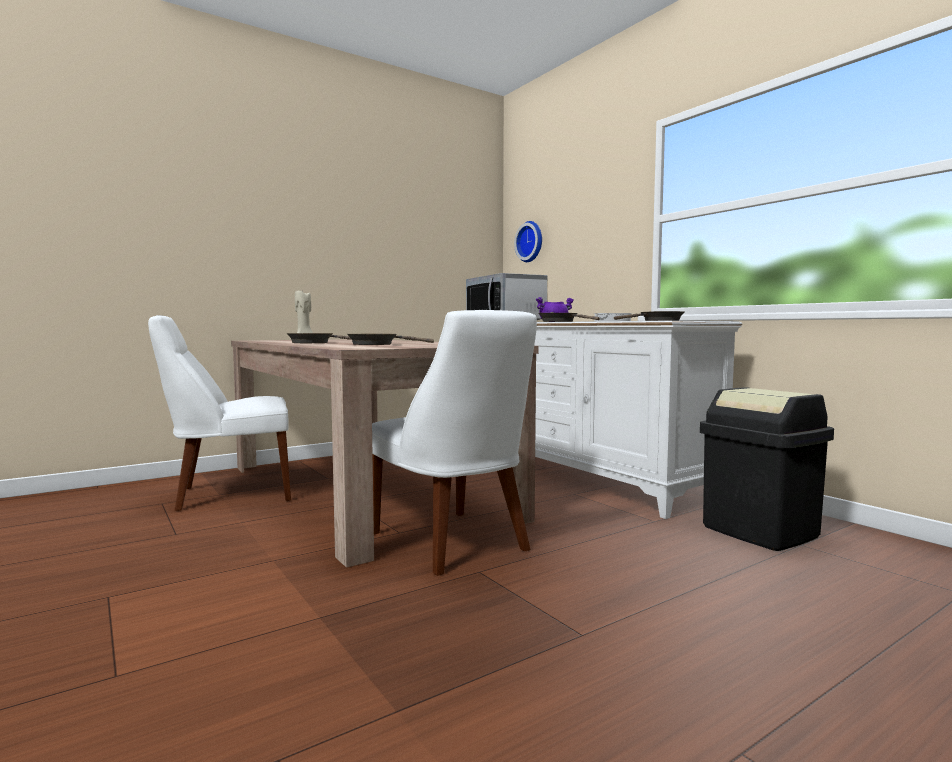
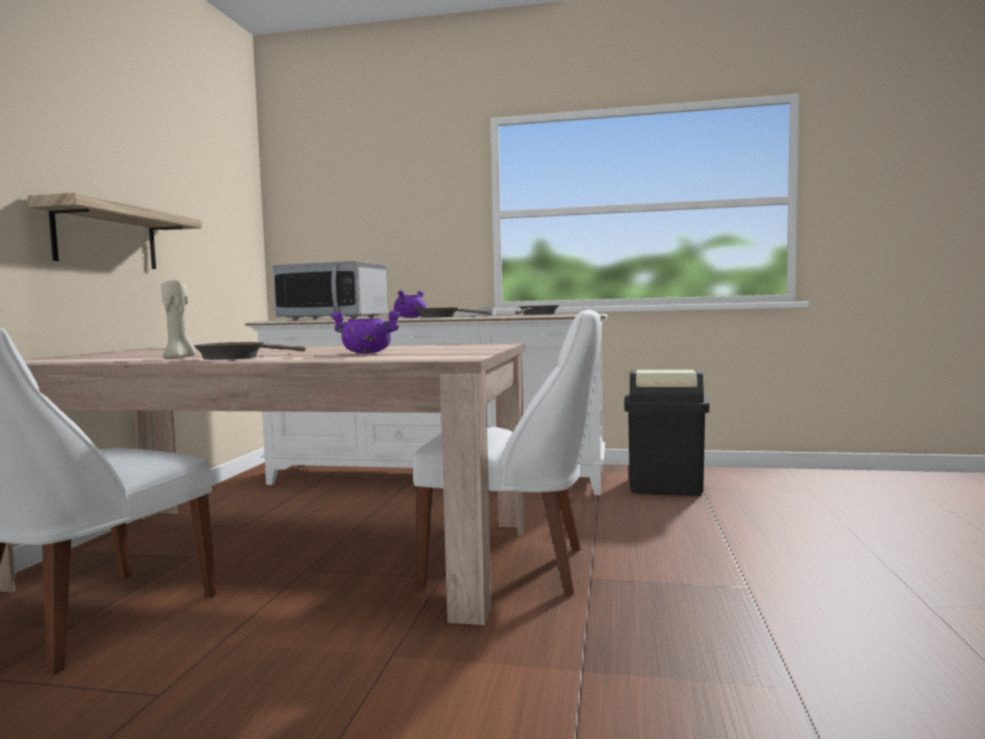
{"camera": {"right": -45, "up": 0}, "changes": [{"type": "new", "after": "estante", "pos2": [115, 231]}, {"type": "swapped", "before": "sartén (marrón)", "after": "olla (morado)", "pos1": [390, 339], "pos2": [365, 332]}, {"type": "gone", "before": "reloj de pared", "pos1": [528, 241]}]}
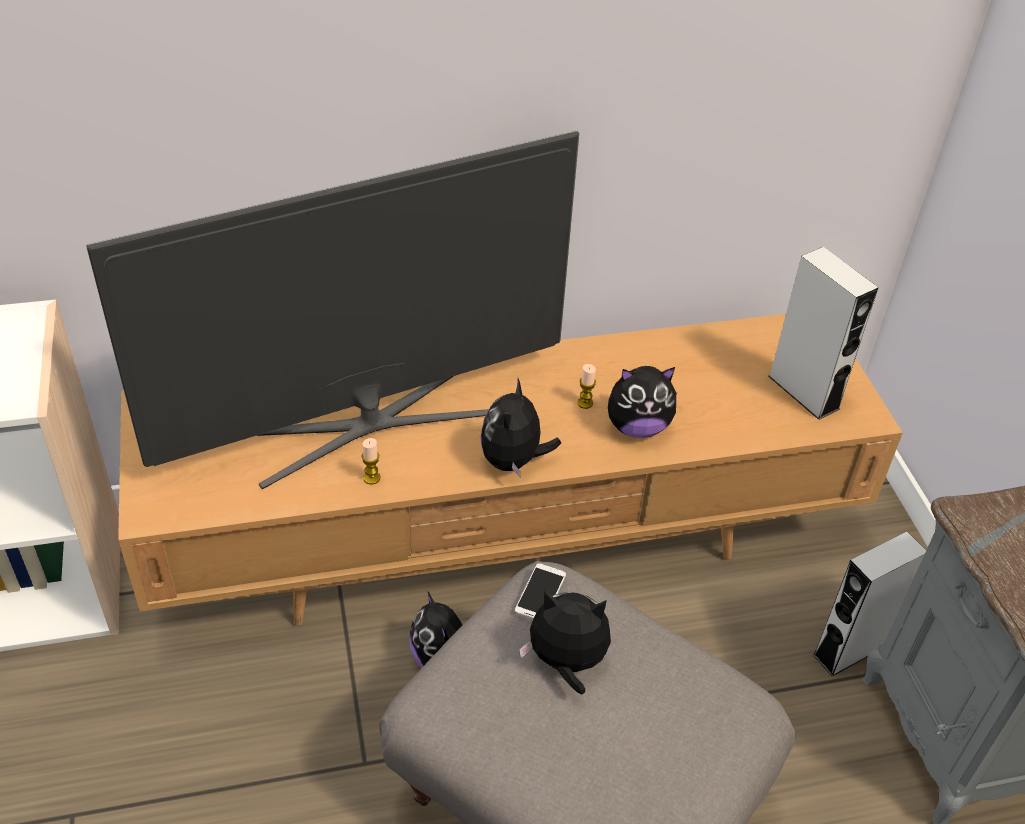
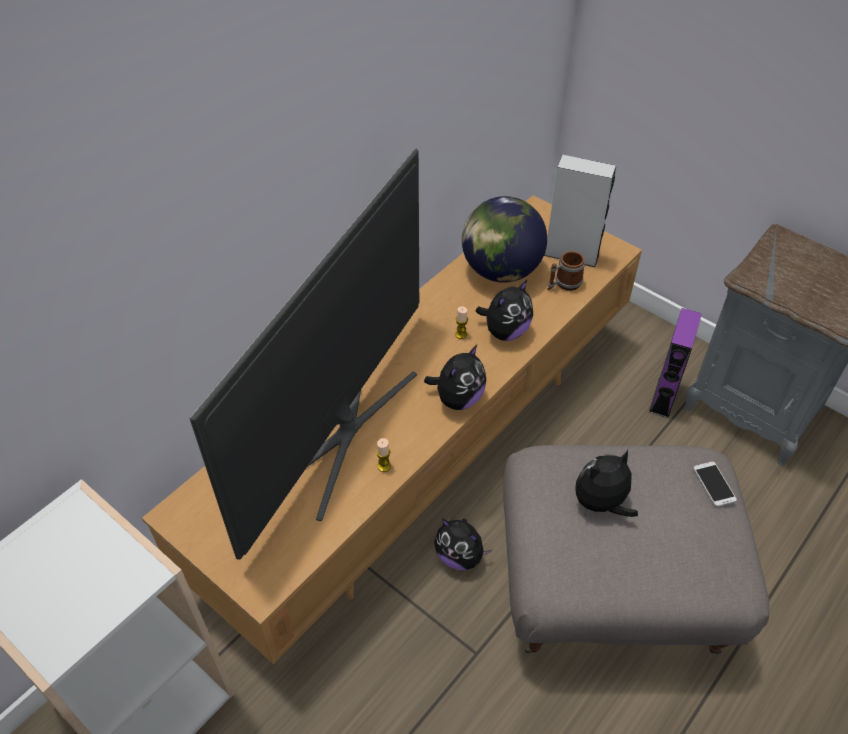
{"camera": {"right": -35, "up": 5}, "changes": [{"type": "rotated", "before": "peluche", "pos1": [520, 427], "pos2": [455, 377], "turn": -120}, {"type": "new", "after": "globo terráqueo", "pos2": [504, 239]}, {"type": "new", "after": "taza grande", "pos2": [566, 271]}, {"type": "repainted", "before": "altavoz (gris)", "after": "altavoz (morado)", "pos1": [869, 603], "pos2": [675, 363]}, {"type": "shifted", "before": "móvil", "pos1": [540, 591], "pos2": [715, 484]}]}
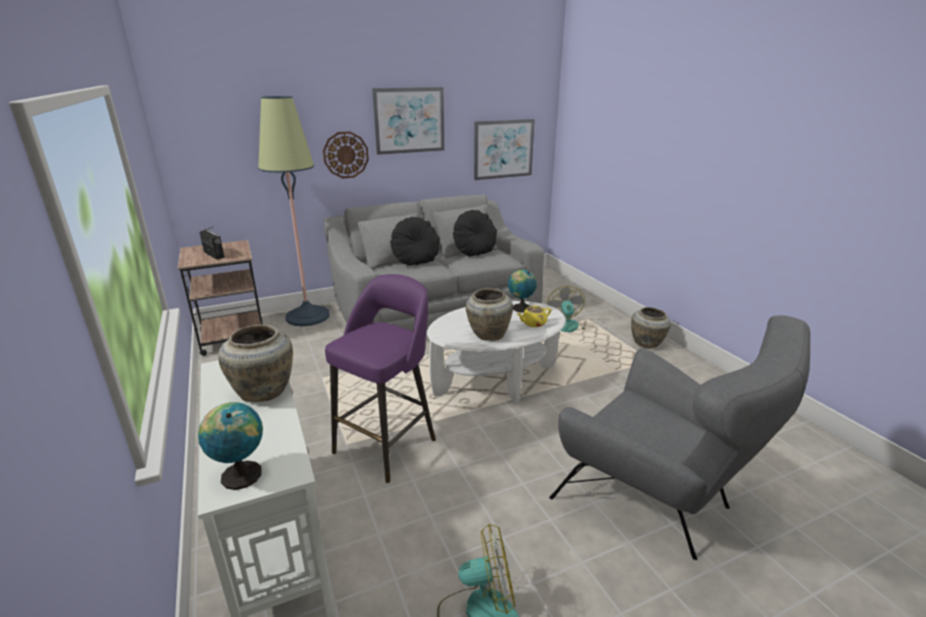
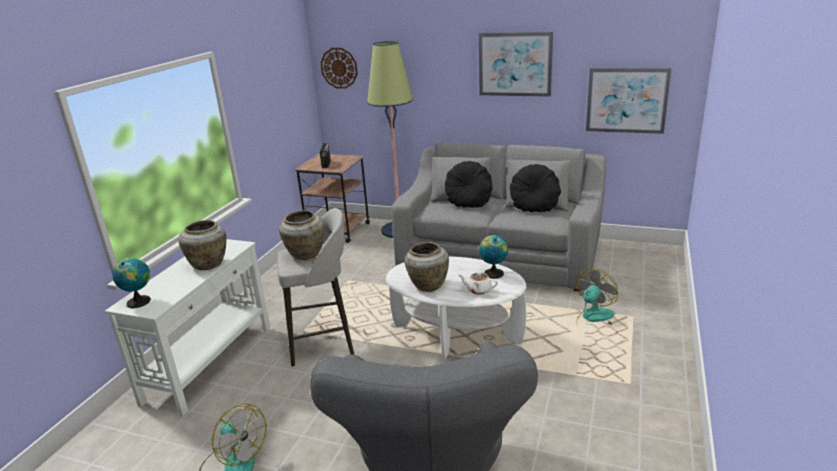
{"camera": {"right": 45, "up": 0}, "changes": [{"type": "repainted", "before": "taburete (morado)", "after": "taburete (gris)", "pos1": [380, 378], "pos2": [315, 287]}, {"type": "shifted", "before": "florero (beis)", "pos1": [651, 328], "pos2": [302, 235]}, {"type": "shifted", "before": "reloj de pared", "pos1": [346, 154], "pos2": [339, 68]}, {"type": "repainted", "before": "tetera (amarillo)", "after": "tetera (blanco)", "pos1": [533, 316], "pos2": [478, 283]}]}
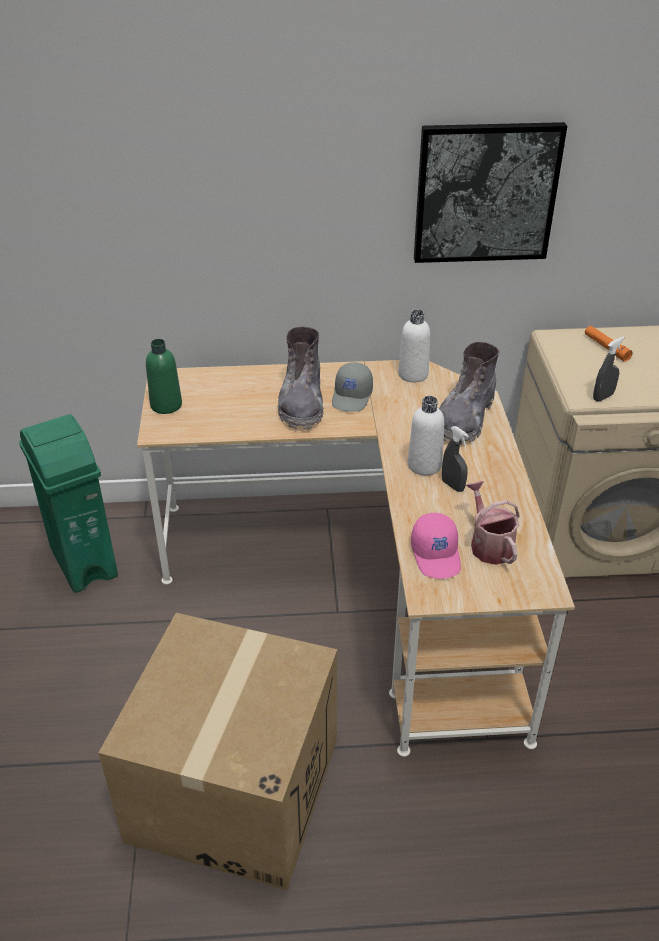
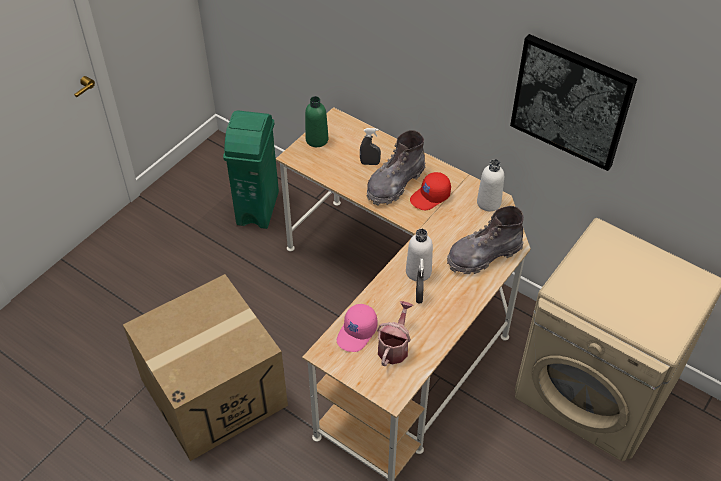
{"camera": {"right": 40, "up": 10}, "changes": [{"type": "shifted", "before": "pulverizador (gris)", "pos1": [609, 369], "pos2": [370, 146]}, {"type": "repainted", "before": "gorra (gris)", "after": "gorra (rojo)", "pos1": [352, 387], "pos2": [430, 191]}, {"type": "gone", "before": "linterna (naranja)", "pos1": [609, 344]}]}
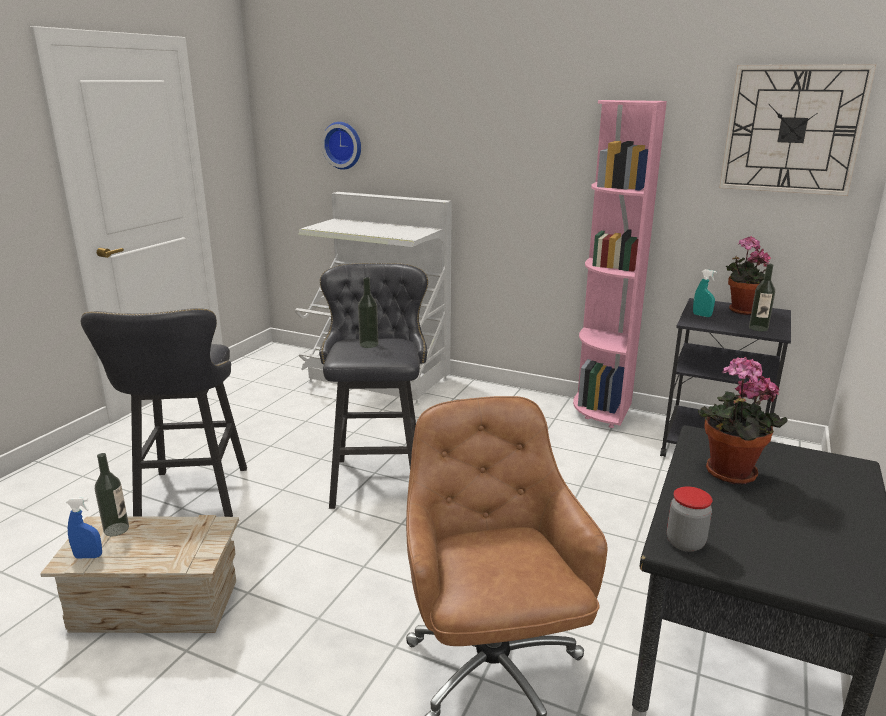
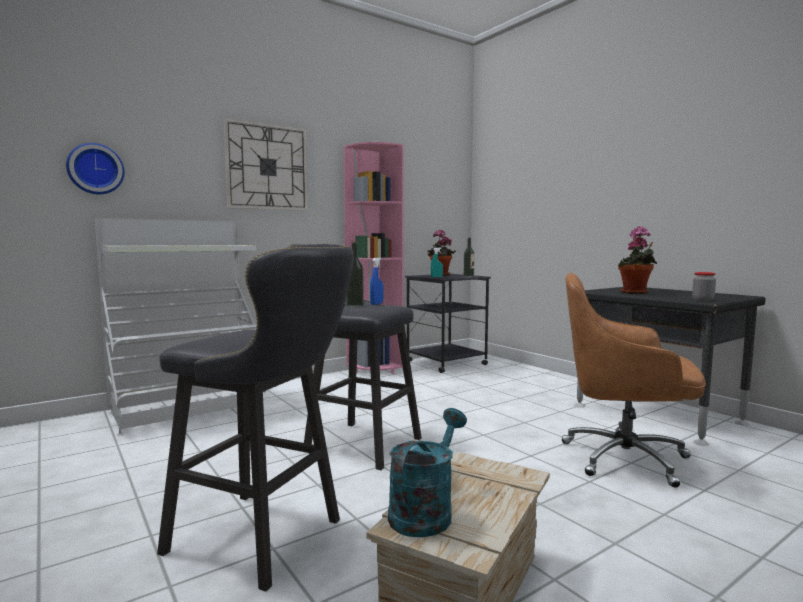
{"camera": {"right": -60, "up": -15}, "changes": [{"type": "shifted", "before": "reloj de pared", "pos1": [797, 130], "pos2": [266, 164]}, {"type": "shifted", "before": "pulverizador (azul)", "pos1": [84, 528], "pos2": [377, 281]}, {"type": "swapped", "before": "botella", "after": "regadera (turquesa)", "pos1": [112, 494], "pos2": [427, 472]}]}
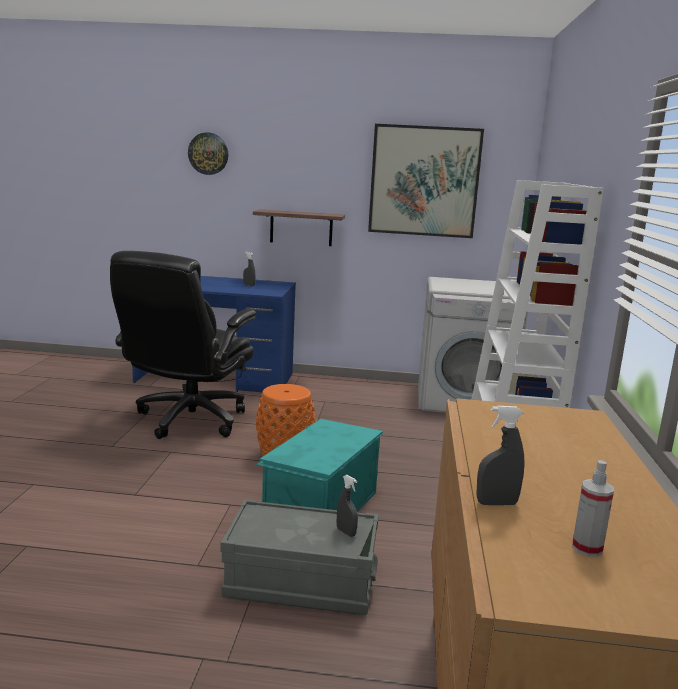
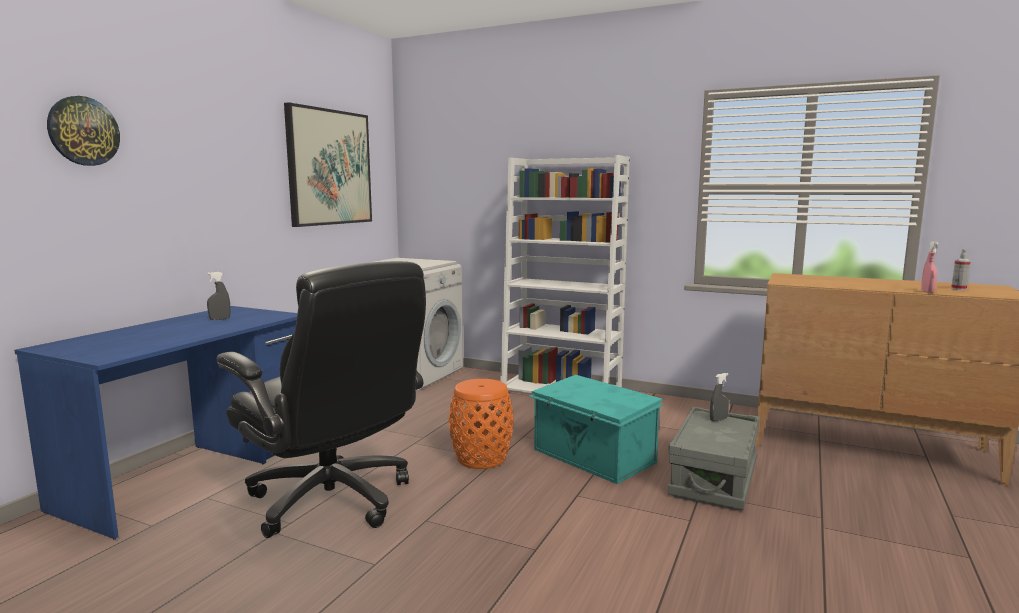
{"camera": {"right": -70, "up": -5}, "changes": [{"type": "repainted", "before": "pulverizador (gris)", "after": "pulverizador (rosa)", "pos1": [500, 456], "pos2": [929, 267]}, {"type": "gone", "before": "estante", "pos1": [299, 227]}]}
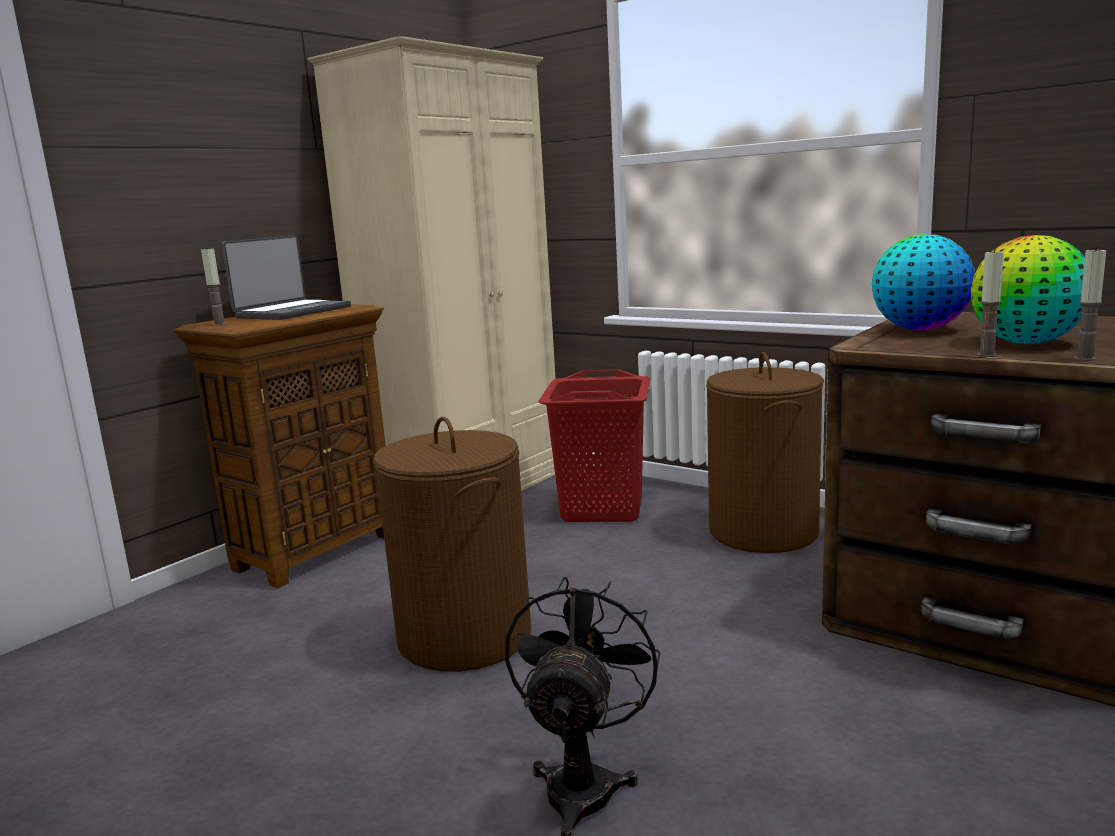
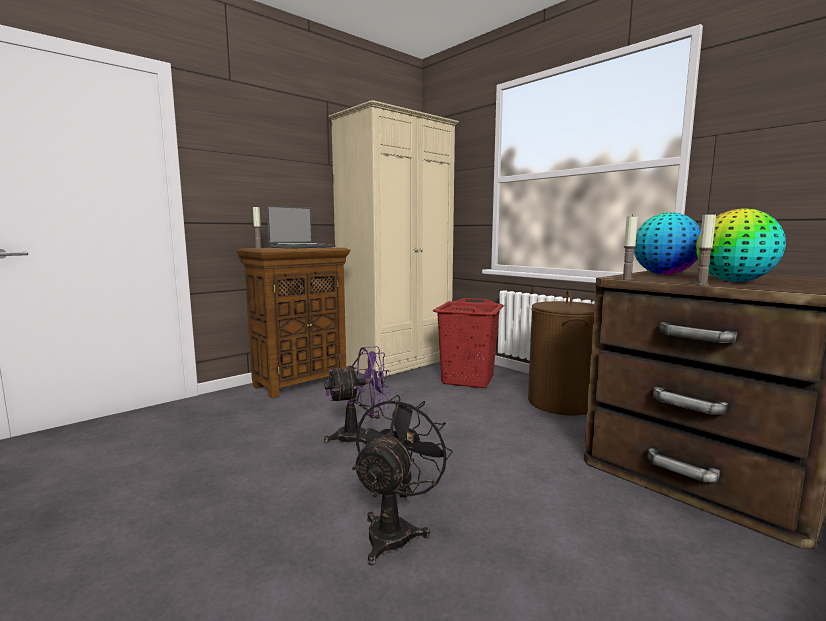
{"camera": {"right": 10, "up": -5}, "changes": [{"type": "swapped", "before": "cesto de la ropa (marrón)", "after": "ventilador (morado)", "pos1": [452, 544], "pos2": [357, 395]}, {"type": "shifted", "before": "vela", "pos1": [1090, 304], "pos2": [629, 247]}]}
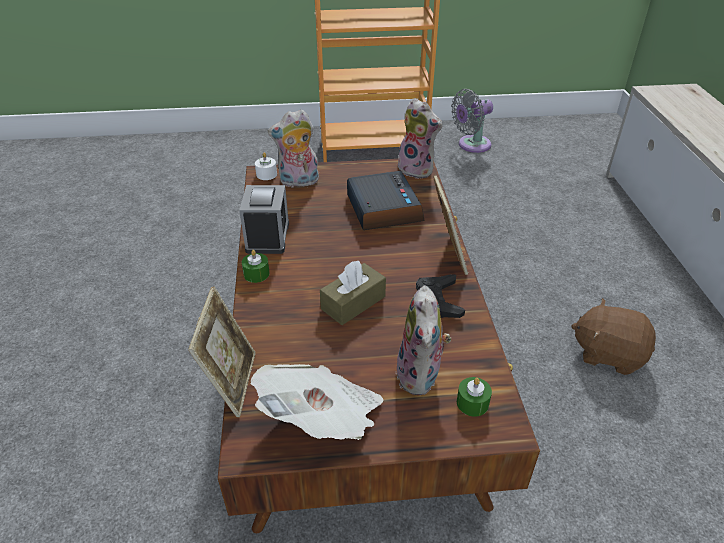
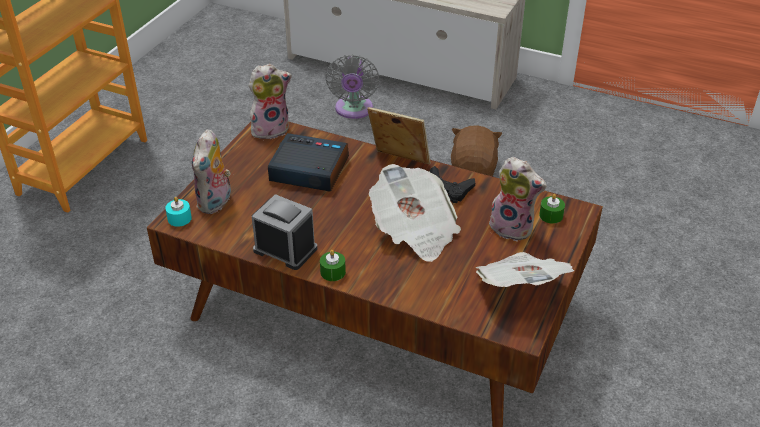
{"camera": {"right": -60, "up": 0}, "changes": [{"type": "repainted", "before": "vela (blanco)", "after": "vela (turquesa)", "pos1": [266, 166], "pos2": [178, 212]}, {"type": "shifted", "before": "ventilador (gris)", "pos1": [472, 121], "pos2": [352, 86]}, {"type": "swapped", "before": "caja de pañuelos (marrón)", "after": "periódico", "pos1": [353, 293], "pos2": [415, 213]}, {"type": "rotated", "before": "peluche (marrón)", "pos1": [613, 336], "pos2": [476, 151], "turn": 135}, {"type": "gone", "before": "portarretratos", "pos1": [222, 351]}]}
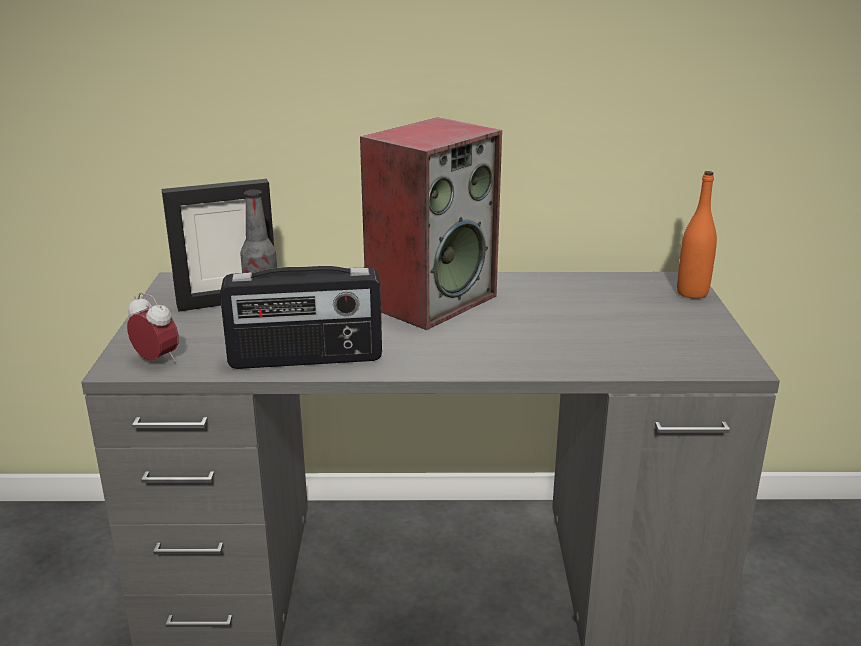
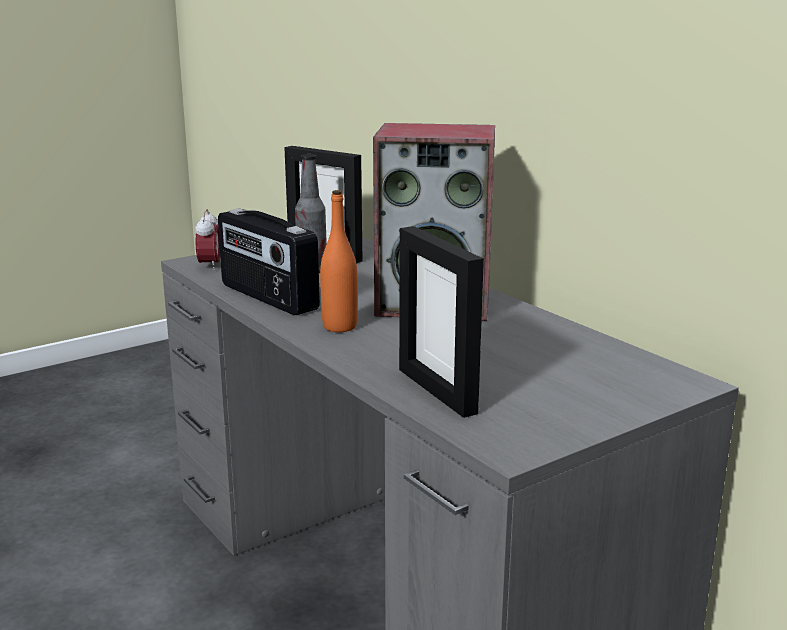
{"camera": {"right": 55, "up": -5}, "changes": [{"type": "shifted", "before": "botella (naranja)", "pos1": [697, 235], "pos2": [339, 261]}, {"type": "new", "after": "portarretratos", "pos2": [441, 322]}]}
